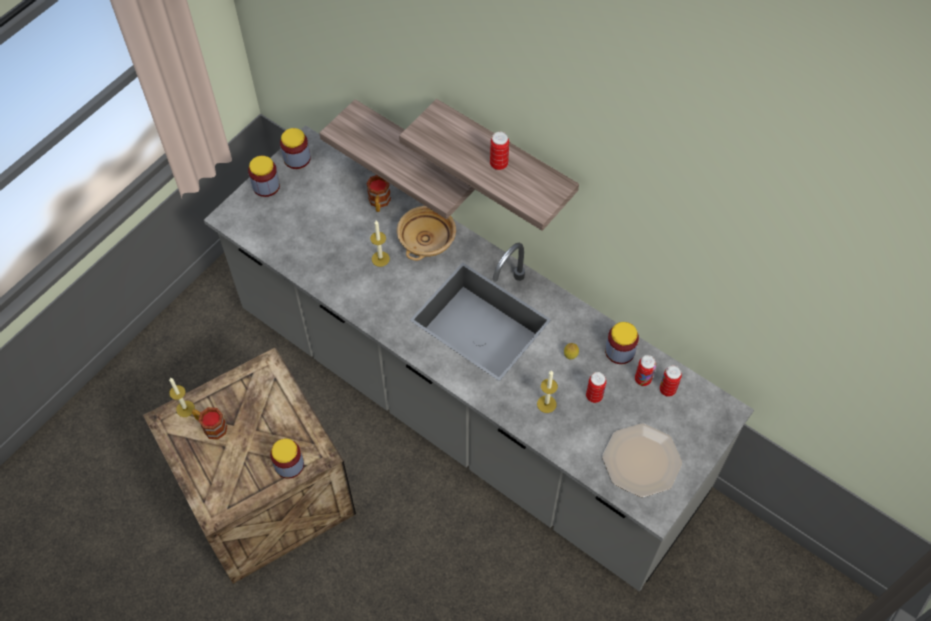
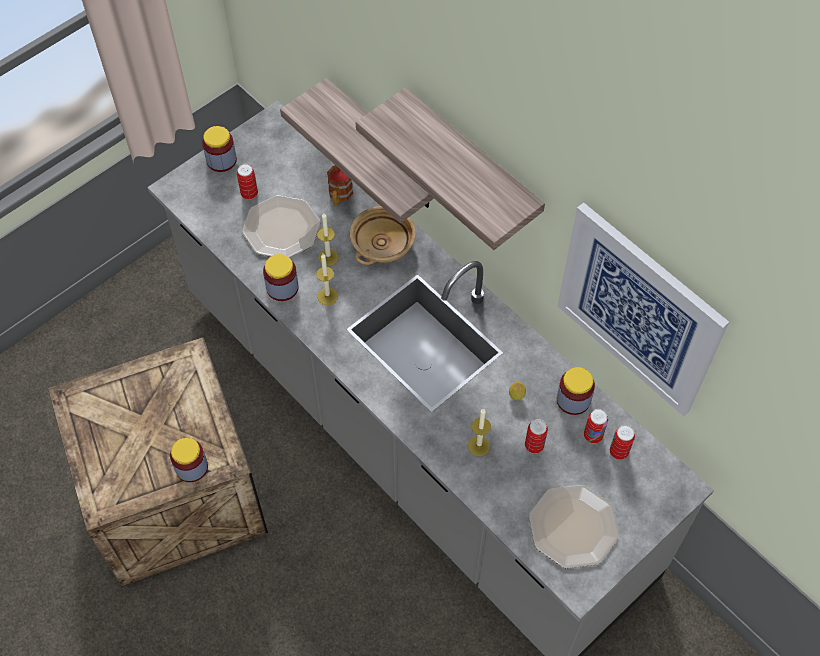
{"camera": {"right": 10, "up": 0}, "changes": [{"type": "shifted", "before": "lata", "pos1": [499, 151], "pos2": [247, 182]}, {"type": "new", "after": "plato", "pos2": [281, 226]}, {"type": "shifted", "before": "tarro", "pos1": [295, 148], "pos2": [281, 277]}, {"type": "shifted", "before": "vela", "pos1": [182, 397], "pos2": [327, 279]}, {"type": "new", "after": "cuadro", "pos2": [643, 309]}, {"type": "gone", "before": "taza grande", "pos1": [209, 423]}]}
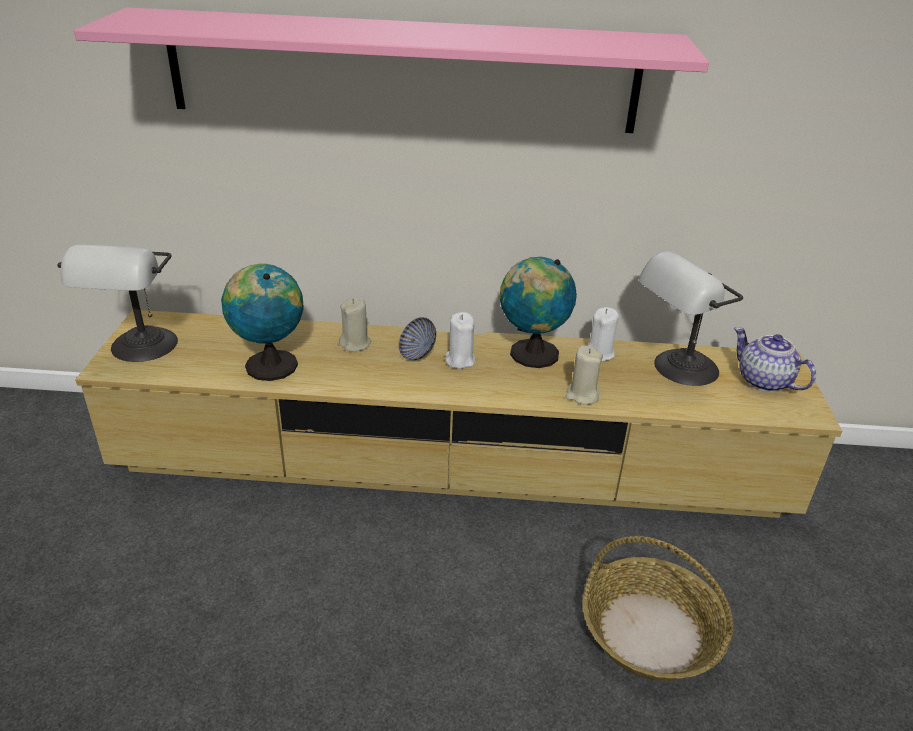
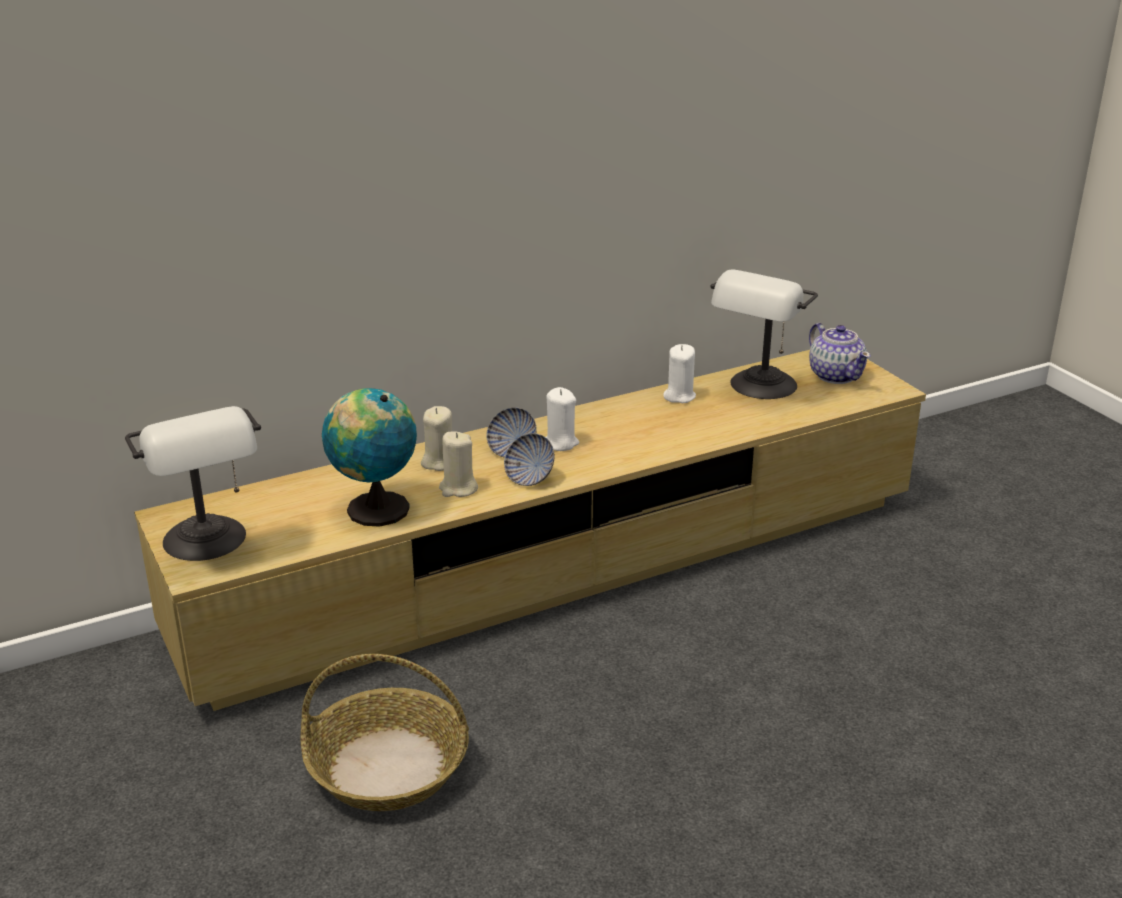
{"camera": {"right": -30, "up": -5}, "changes": [{"type": "shifted", "before": "cesta", "pos1": [658, 608], "pos2": [385, 732]}, {"type": "shifted", "before": "vela (beis)", "pos1": [584, 375], "pos2": [458, 464]}, {"type": "new", "after": "cuenco", "pos2": [529, 459]}, {"type": "rotated", "before": "tetera", "pos1": [775, 359], "pos2": [840, 353], "turn": -135}, {"type": "gone", "before": "estante (rosa)", "pos1": [391, 70]}, {"type": "gone", "before": "globo terráqueo", "pos1": [538, 312]}]}
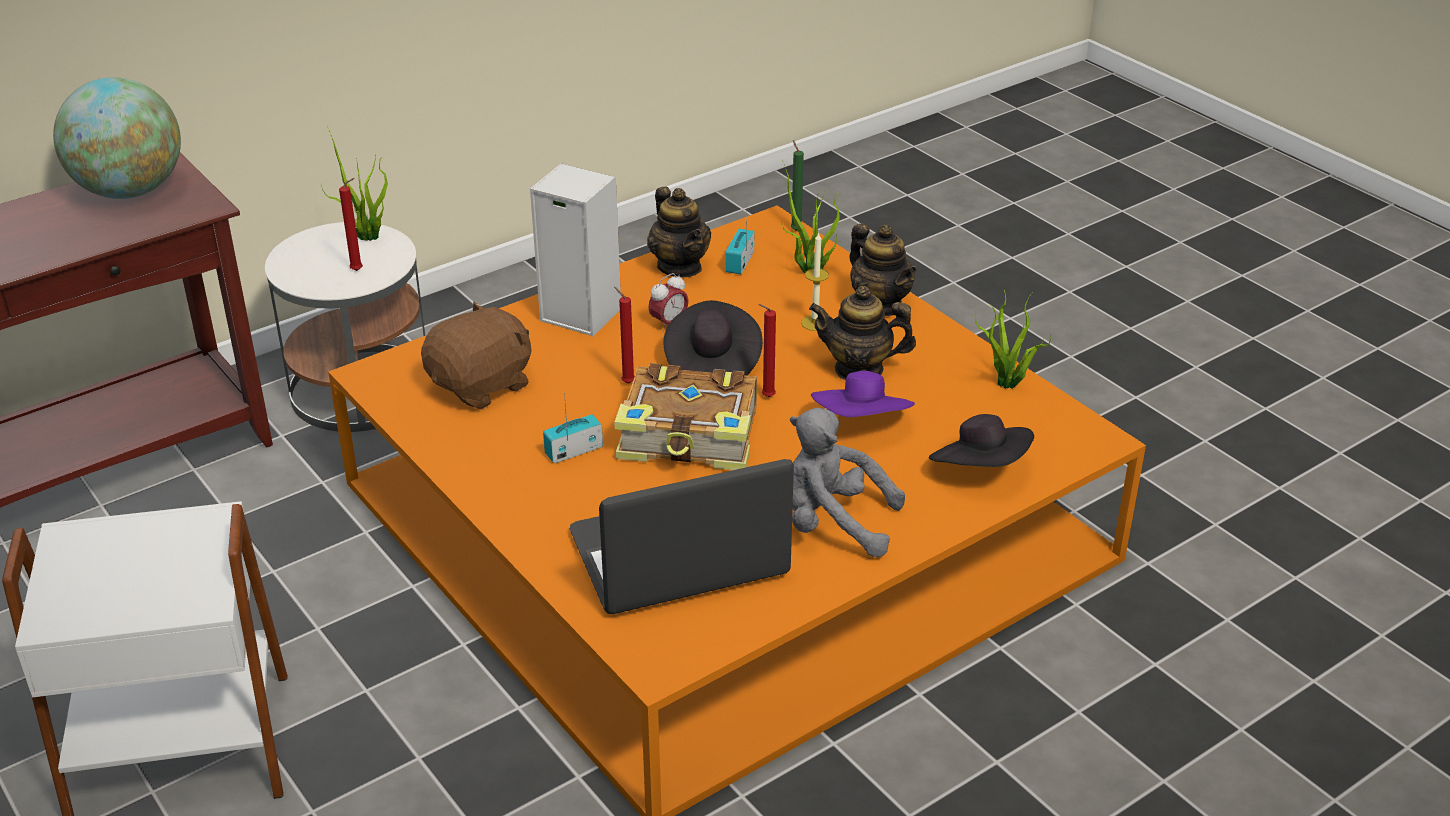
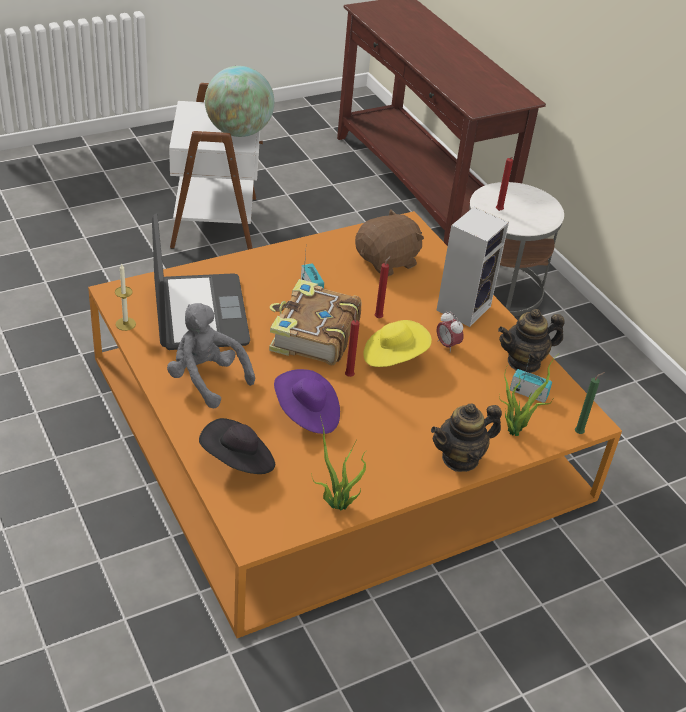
{"camera": {"right": 95, "up": 5}, "changes": [{"type": "shifted", "before": "vela", "pos1": [815, 281], "pos2": [125, 297]}, {"type": "rotated", "before": "peluche (gris)", "pos1": [847, 482], "pos2": [211, 355], "turn": -75}, {"type": "shifted", "before": "globo terráqueo", "pos1": [117, 138], "pos2": [239, 101]}, {"type": "rotated", "before": "peluche (marrón)", "pos1": [476, 355], "pos2": [389, 242], "turn": -90}, {"type": "repainted", "before": "sombrero (negro)", "after": "sombrero (amarillo)", "pos1": [713, 338], "pos2": [397, 343]}, {"type": "gone", "before": "planta en maceta", "pos1": [354, 183]}, {"type": "gone", "before": "tetera", "pos1": [862, 333]}]}
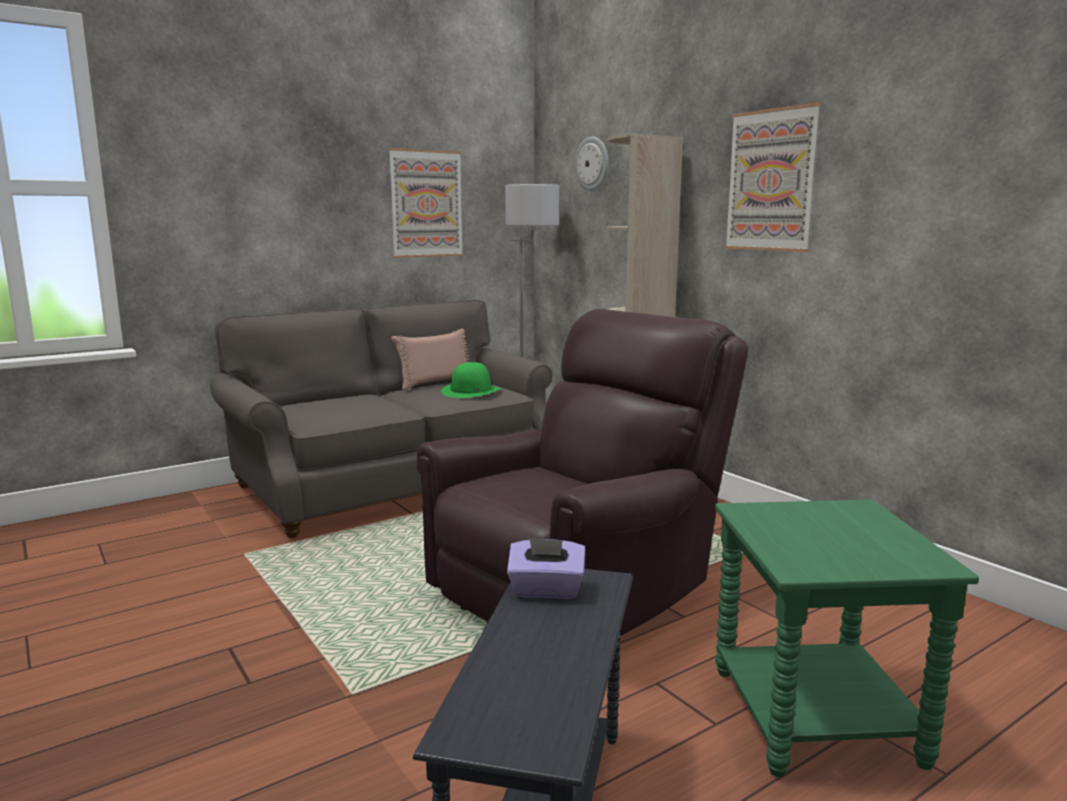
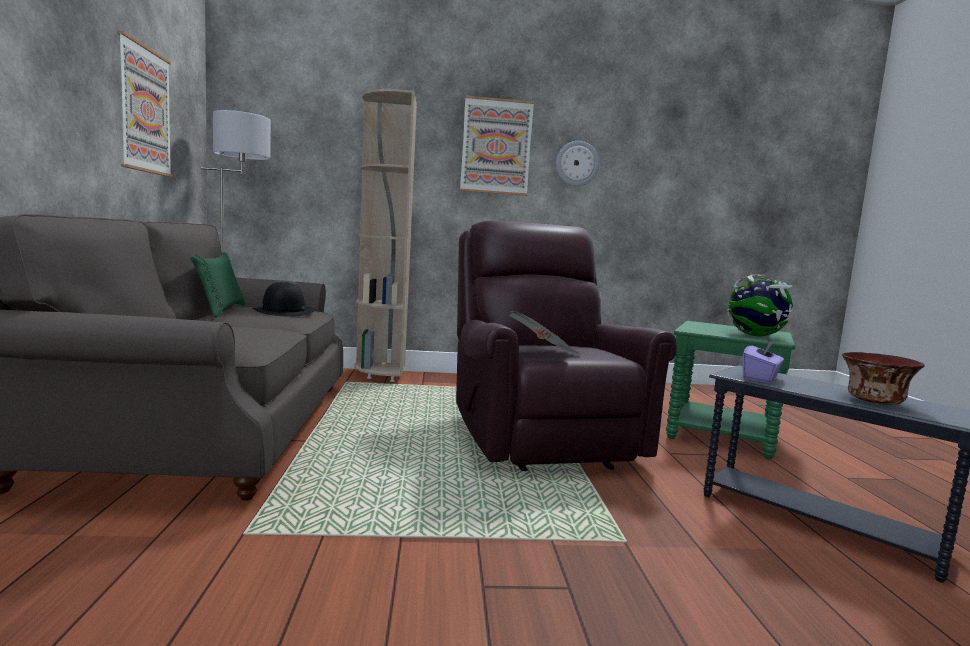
{"camera": {"right": -60, "up": -5}, "changes": [{"type": "repainted", "before": "cojín (beis)", "after": "cojín (verde)", "pos1": [430, 360], "pos2": [218, 285]}, {"type": "repainted", "before": "sombrero (verde)", "after": "sombrero (negro)", "pos1": [470, 380], "pos2": [283, 299]}, {"type": "new", "after": "periódico", "pos2": [545, 332]}, {"type": "shifted", "before": "reloj de pared", "pos1": [591, 164], "pos2": [577, 163]}, {"type": "new", "after": "globo terráqueo", "pos2": [760, 305]}, {"type": "new", "after": "cuenco", "pos2": [883, 378]}]}
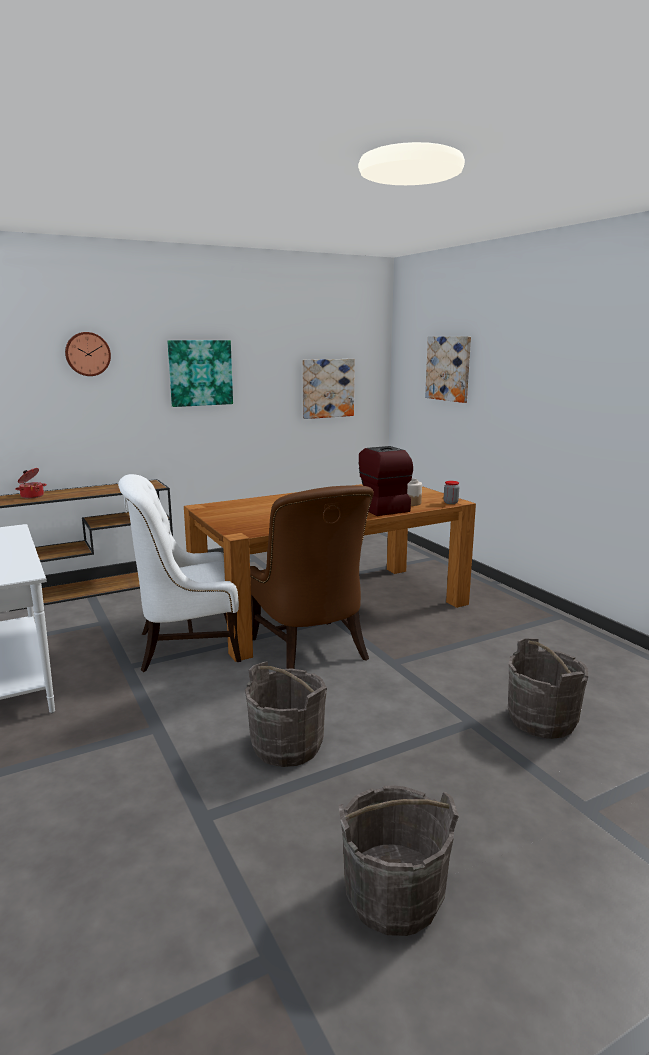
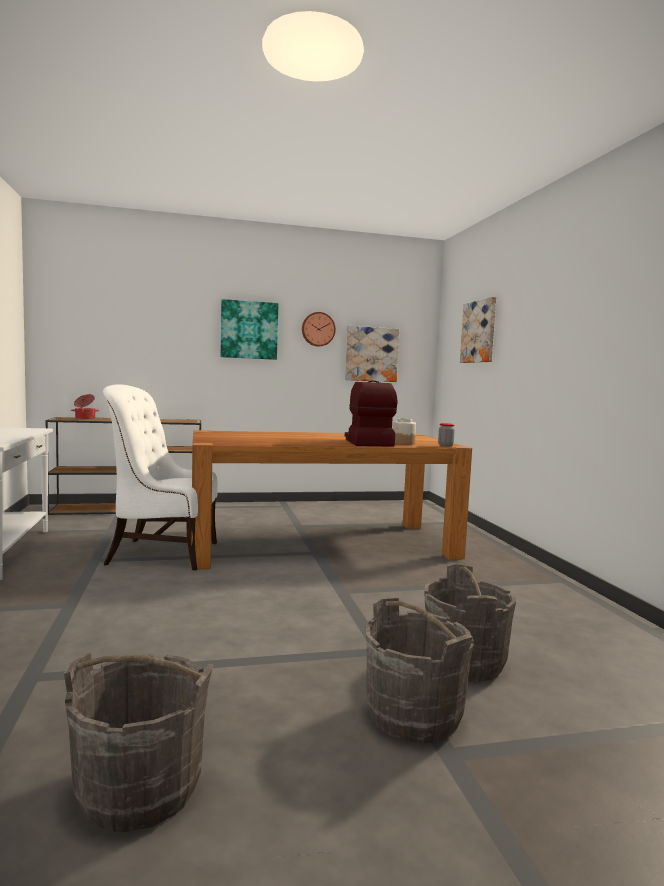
{"camera": {"right": 15, "up": -10}, "changes": [{"type": "shifted", "before": "reloj de pared", "pos1": [88, 354], "pos2": [319, 329]}, {"type": "shifted", "before": "cubo (gris)", "pos1": [286, 714], "pos2": [419, 671]}, {"type": "gone", "before": "silla (marrón)", "pos1": [312, 577]}]}
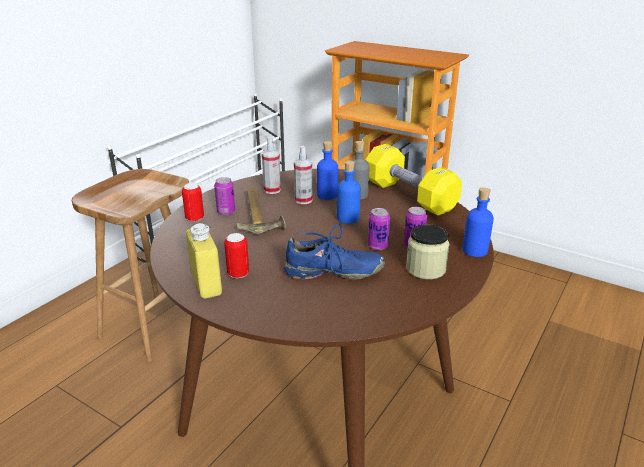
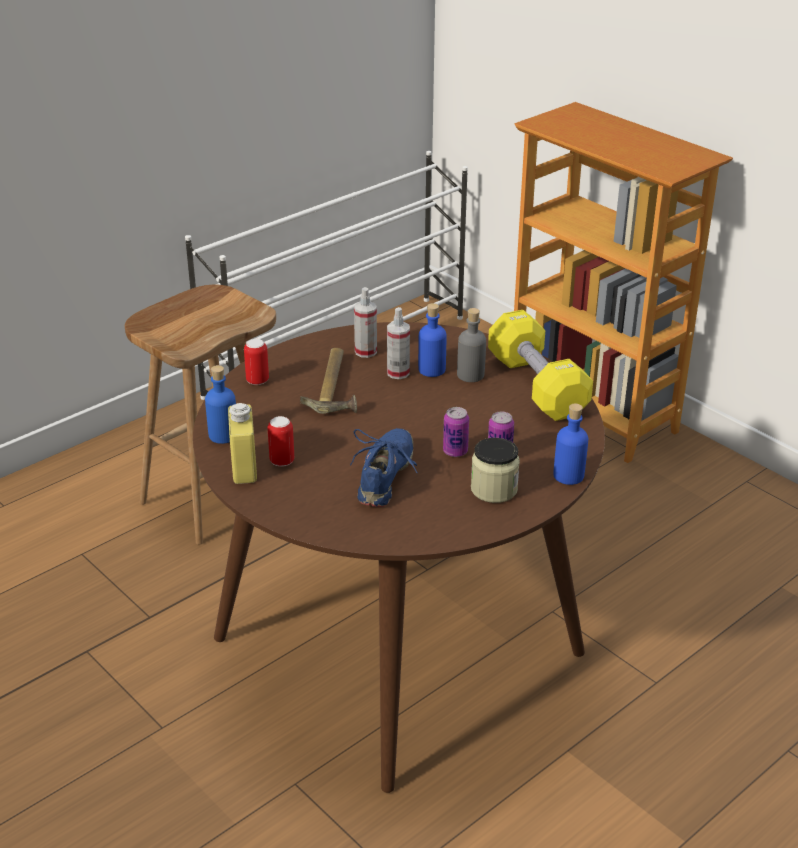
{"camera": {"right": 15, "up": 5}, "changes": [{"type": "shifted", "before": "botella (azul)", "pos1": [349, 192], "pos2": [220, 404]}, {"type": "rotated", "before": "zapato (azul)", "pos1": [334, 251], "pos2": [384, 467], "turn": -90}, {"type": "gone", "before": "lata", "pos1": [224, 196]}]}
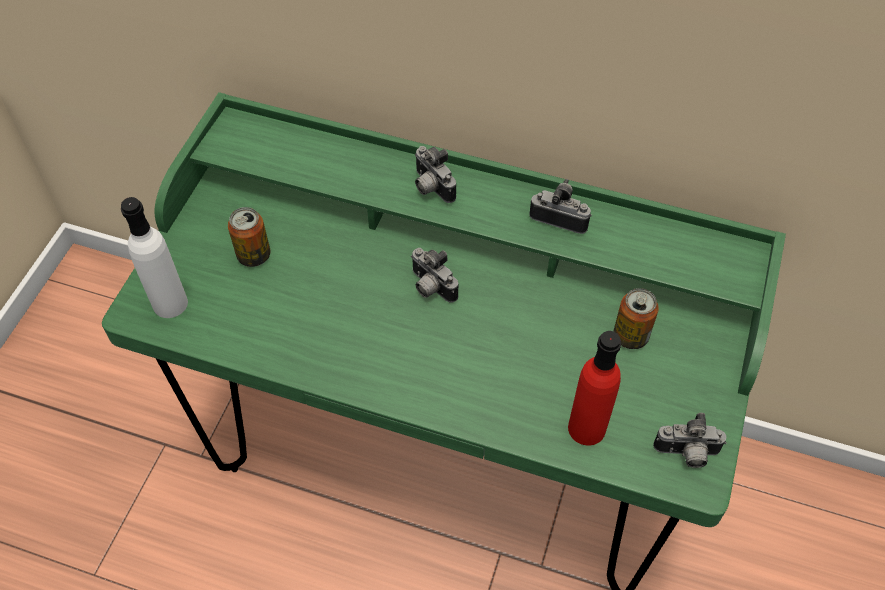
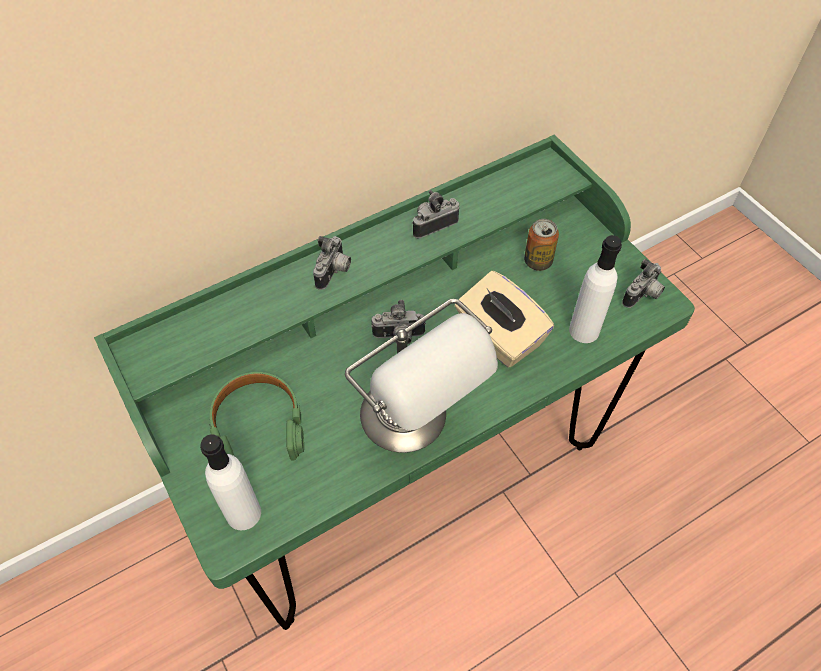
{"camera": {"right": -50, "up": 0}, "changes": [{"type": "swapped", "before": "lata", "after": "auriculares (verde)", "pos1": [249, 237], "pos2": [256, 416]}, {"type": "rotated", "before": "cámara", "pos1": [435, 174], "pos2": [332, 263], "turn": -75}, {"type": "new", "after": "lámpara de mesa (blanco)", "pos2": [421, 376]}, {"type": "new", "after": "caja de pañuelos (beis)", "pos2": [504, 319]}, {"type": "repainted", "before": "botella (rojo)", "after": "botella (blanco)", "pos1": [594, 388], "pos2": [595, 289]}]}
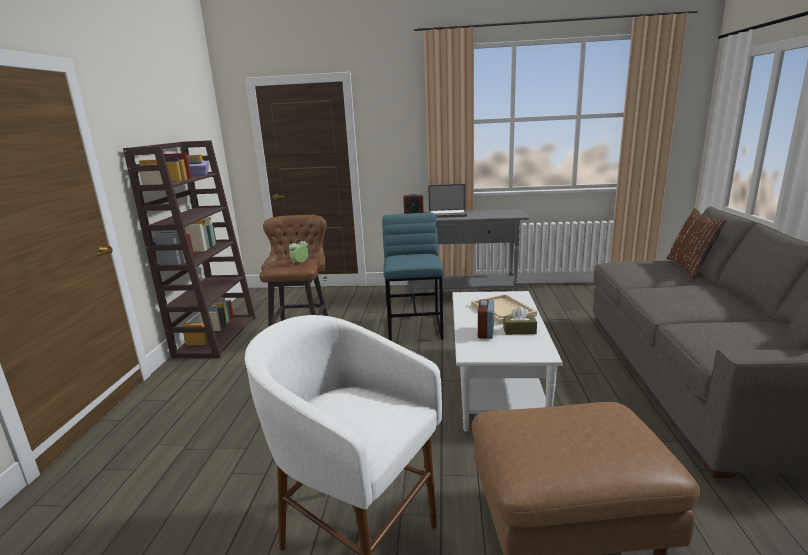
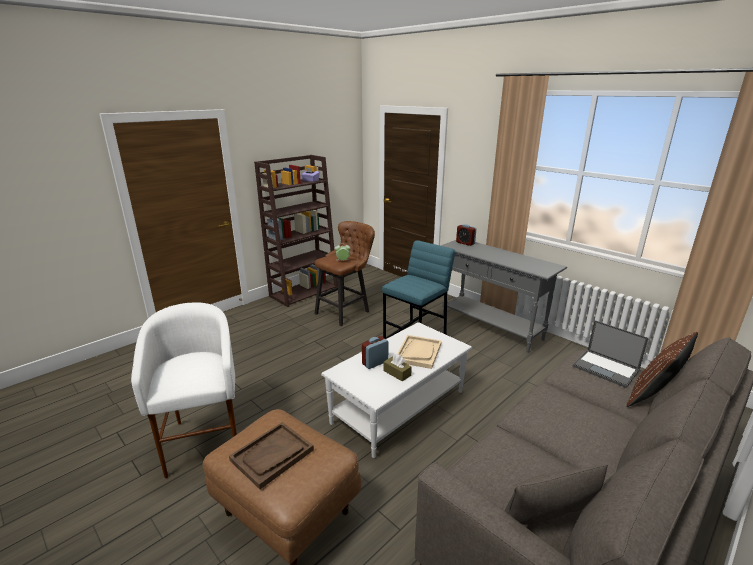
{"camera": {"right": 40, "up": 5}, "changes": [{"type": "new", "after": "bandeja (marrón)", "pos2": [271, 455]}, {"type": "shifted", "before": "portátil", "pos1": [447, 201], "pos2": [611, 354]}]}
